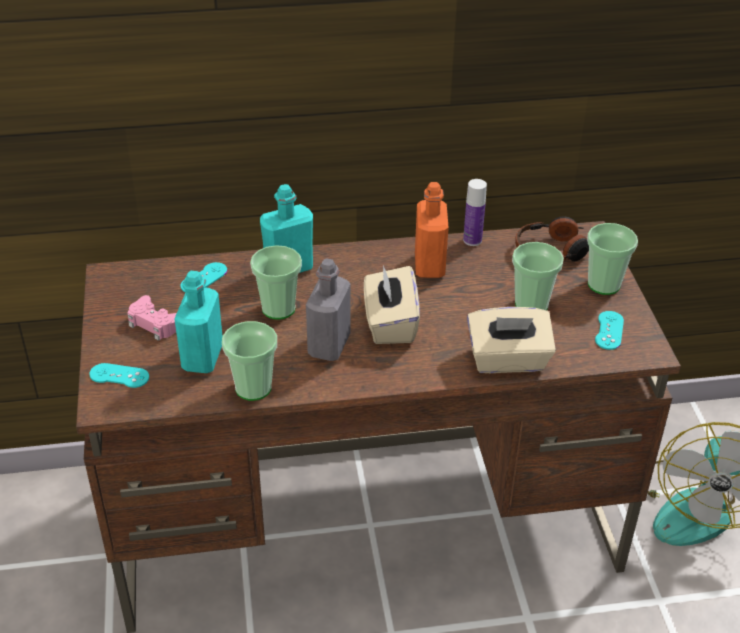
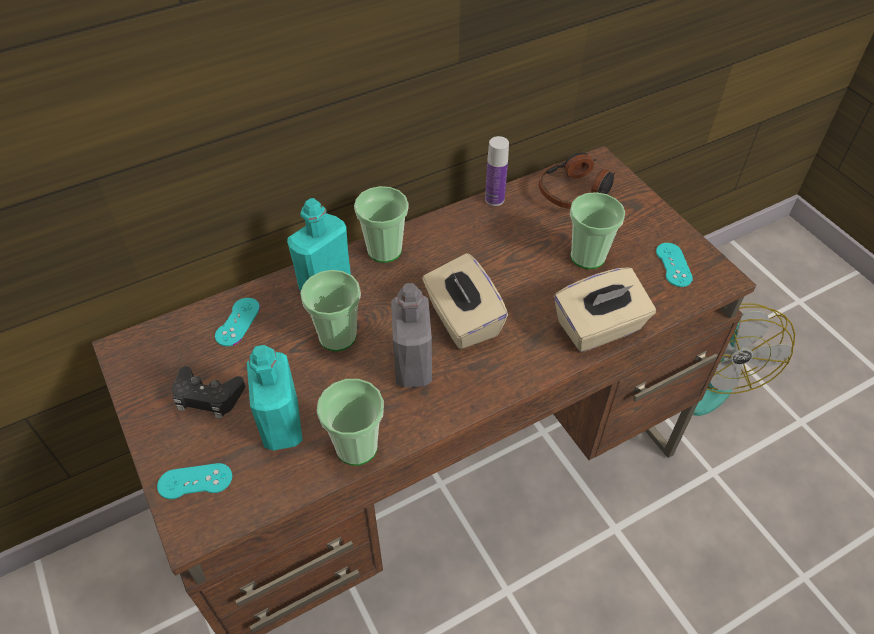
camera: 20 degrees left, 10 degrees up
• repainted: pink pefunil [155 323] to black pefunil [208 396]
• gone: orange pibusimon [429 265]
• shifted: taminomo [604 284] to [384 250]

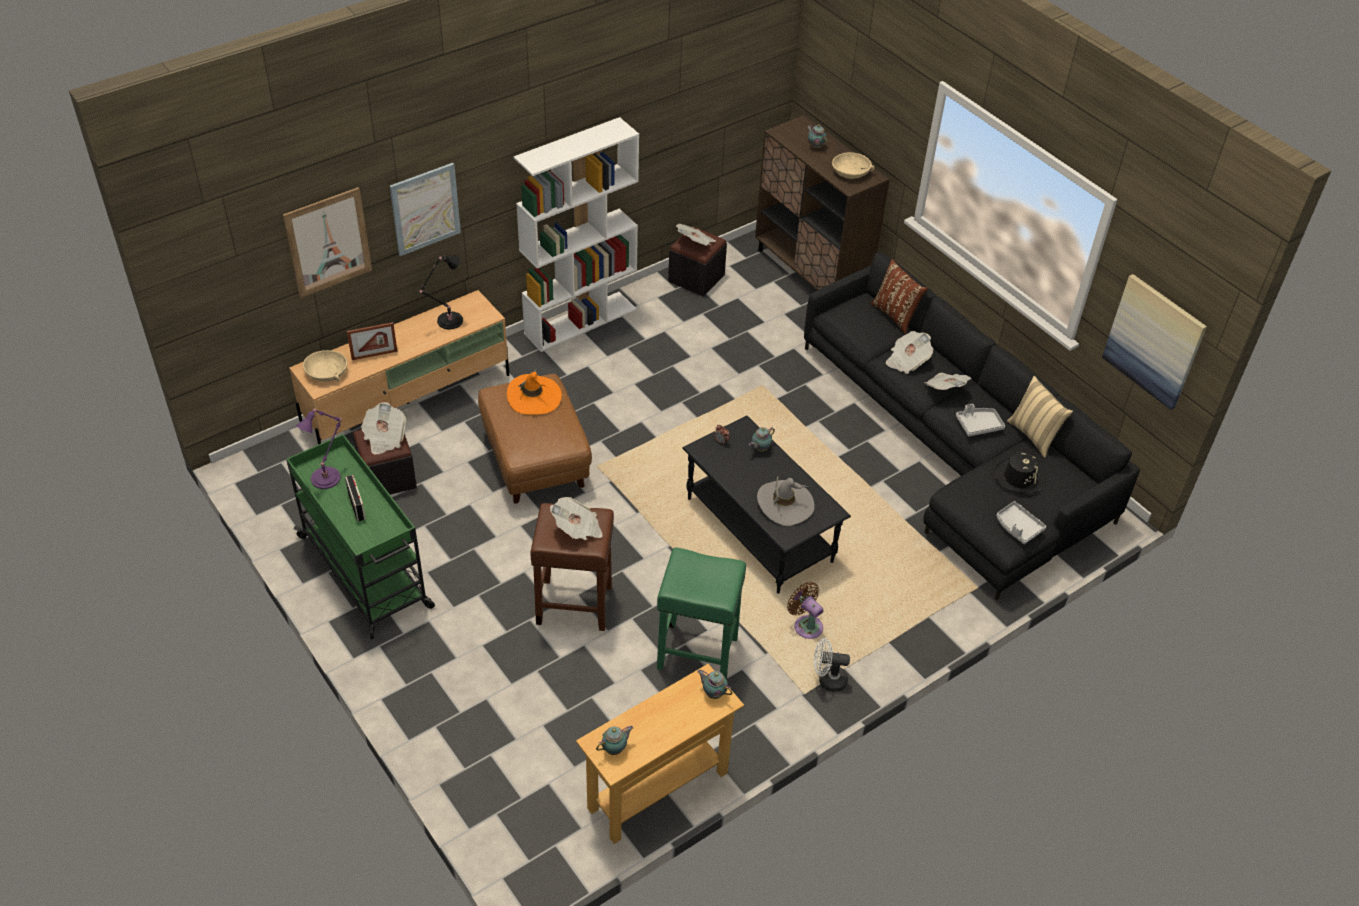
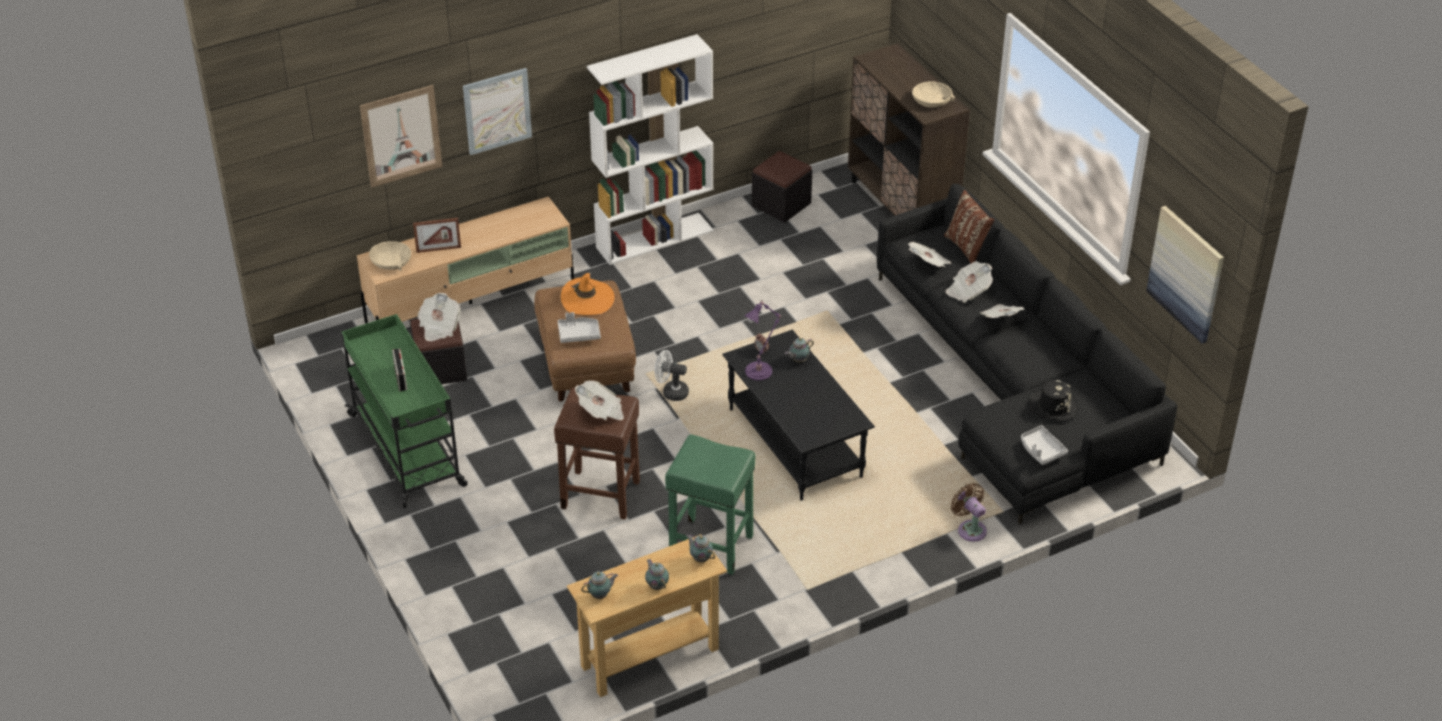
camera: 10 degrees right, 5 degrees down
• shifted: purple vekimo [327 476] to [760 370]
• gone: black vekimo [448 321]
• shifted: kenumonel [695 243] to [929 264]
• gone: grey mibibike [785 504]
• shifted: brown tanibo [806 625] to [970 528]
• shifted: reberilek [815 146] to [657 585]
• shifted: white tanibo [827 680] to [671 392]
• shifted: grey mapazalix [978 425] to [578 334]
• gone: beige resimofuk [1034 435]

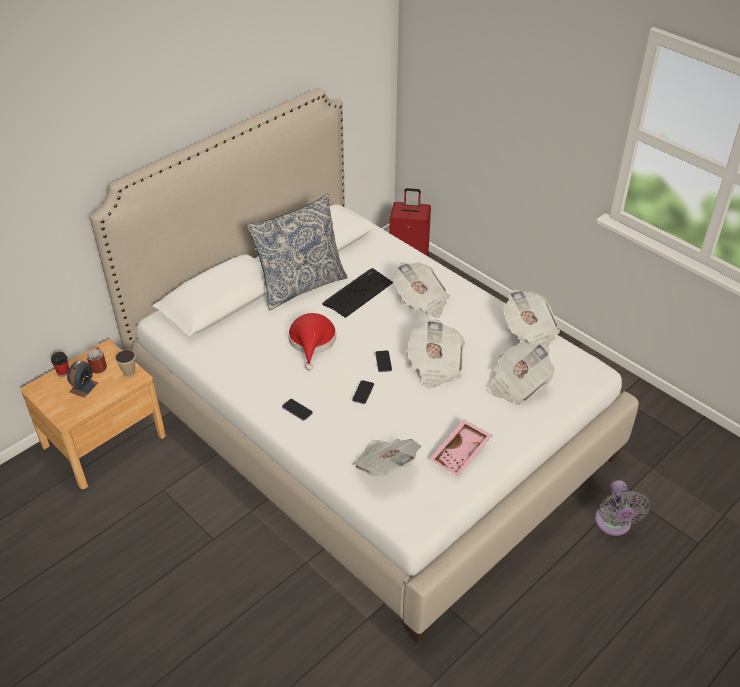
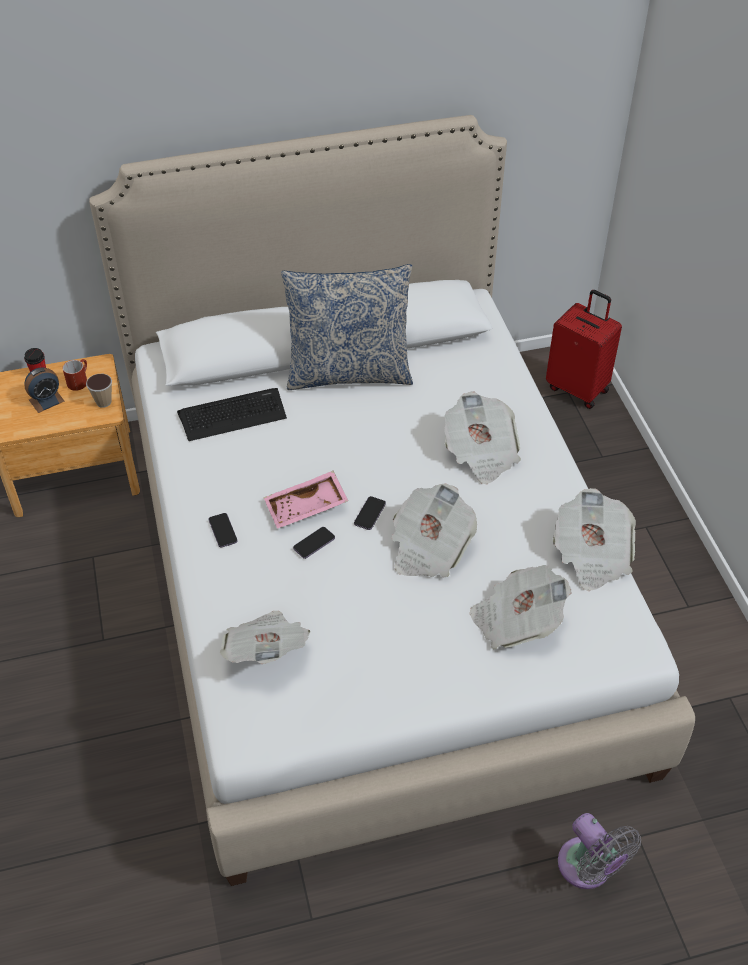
camera: 30 degrees right, 5 degrees up
• gone: red mibibike [312 342]
• shifted: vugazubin [358 293] to [232 415]
• shifted: pink mapazalix [461 453] to [306 508]
• rotated: grey tanibo [613 524] = [588 868] 60 degrees counterclockwise

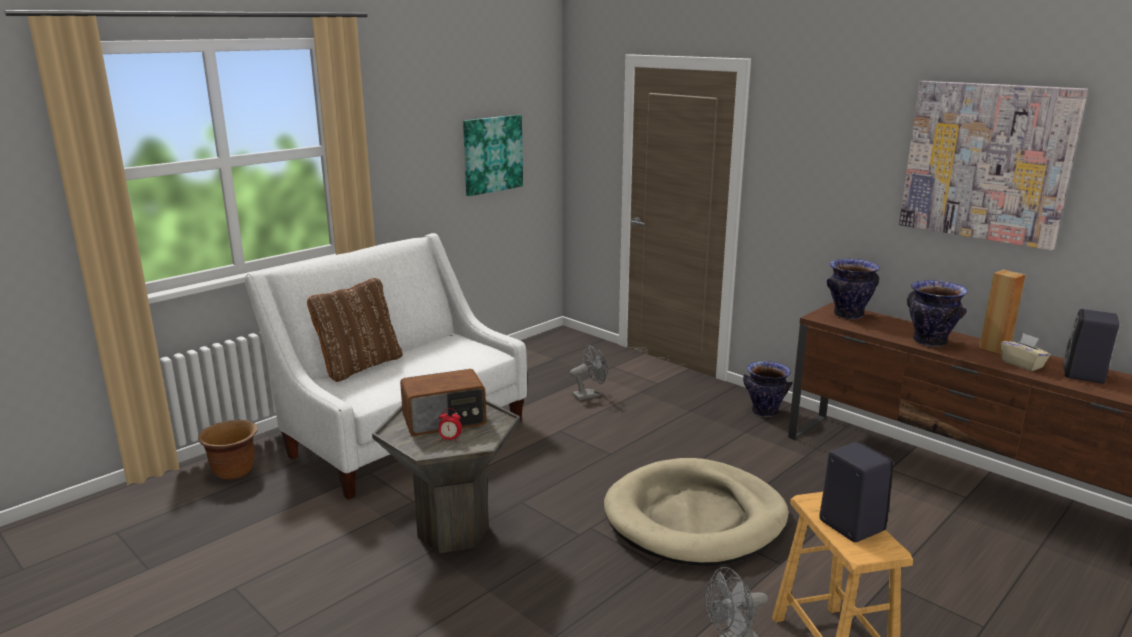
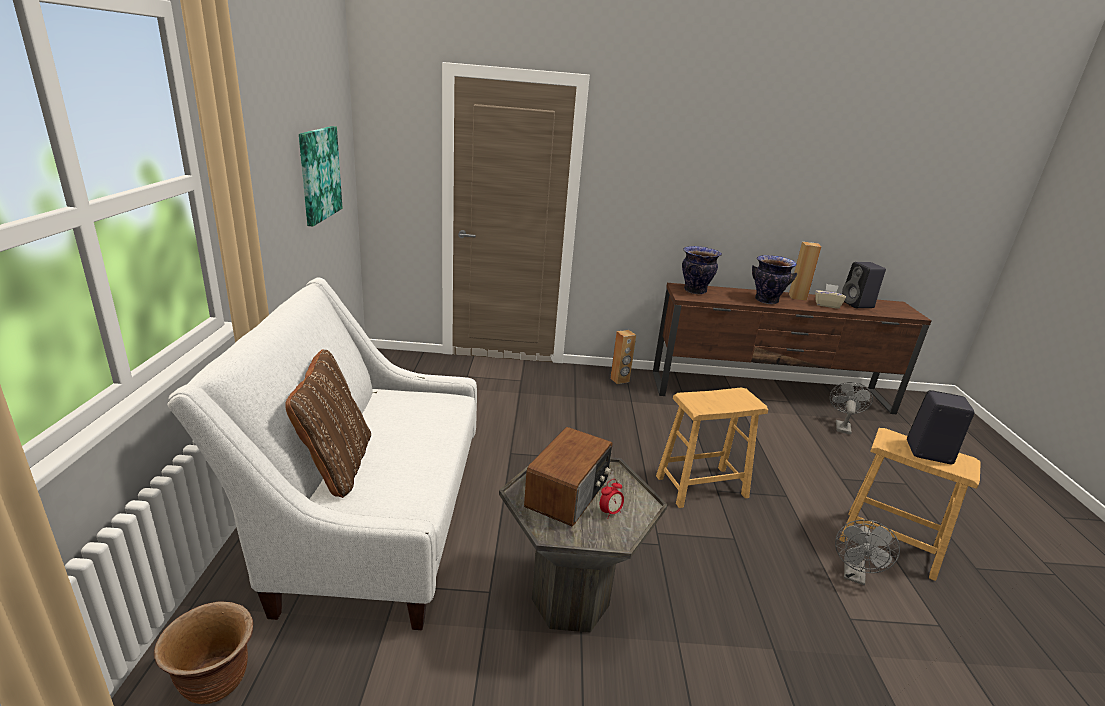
camera: 45 degrees left, 5 degrees up
• shifted: grey tanibo [589 395] to [842 426]
• swapped: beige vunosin [695 518] to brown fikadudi [701 486]
• swapped: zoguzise [765 412] to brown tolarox [619 380]
• gone: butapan [986 162]

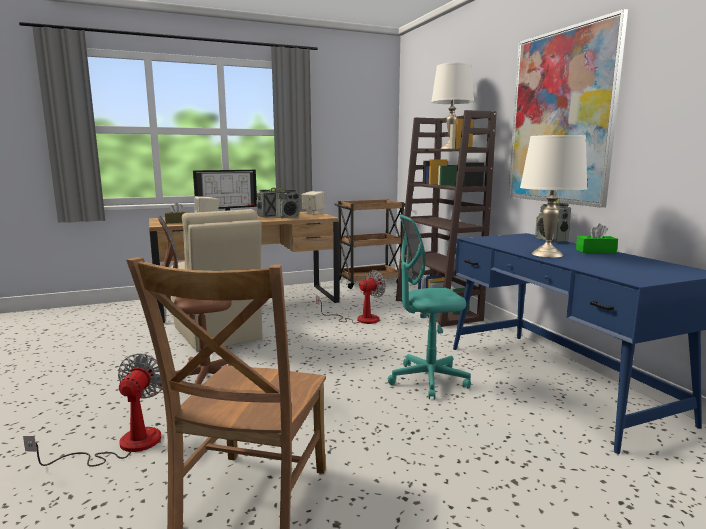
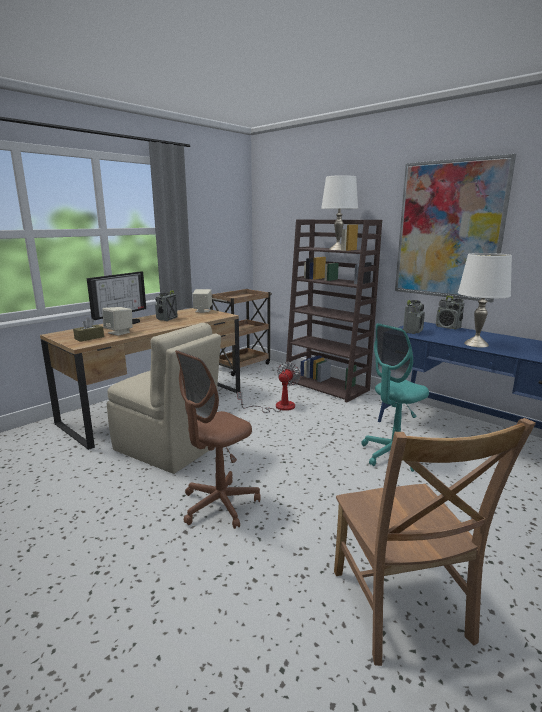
camera: 25 degrees left, 5 degrees up
• gone: tanibo [124 445]
• shifted: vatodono [288 217] to [413 331]
• gone: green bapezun [595 251]

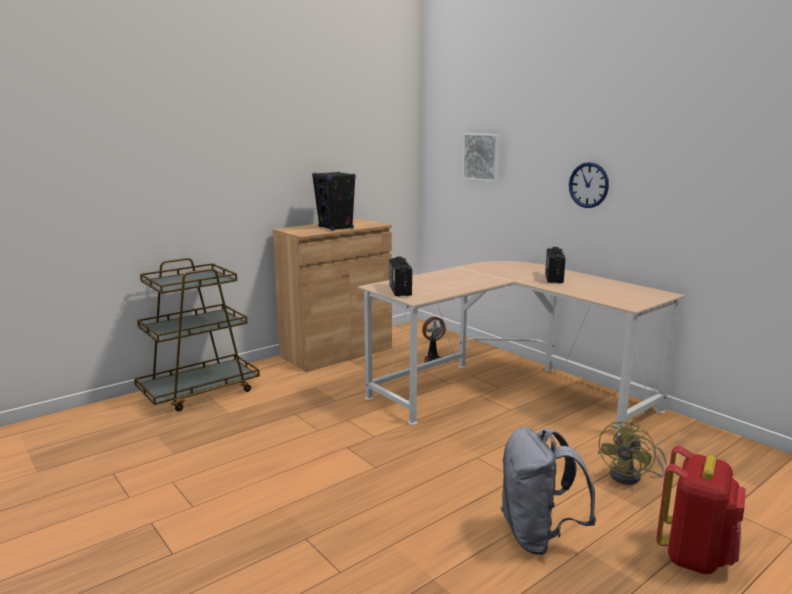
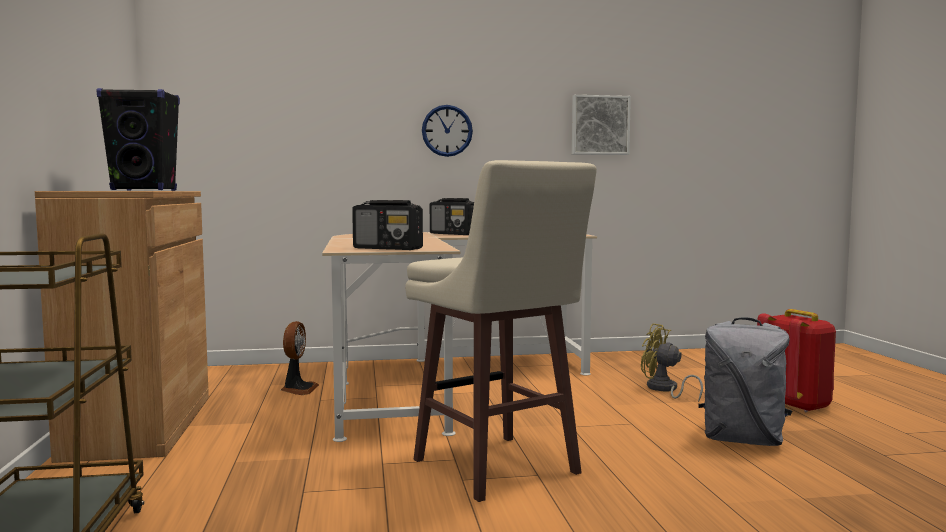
camera: 60 degrees left, 10 degrees down
• shifted: butapan [482 157] to [599 125]
• rotated: yellow tanibo [631 476] = [664 389] 150 degrees clockwise
• new: beige fikadudi [497 469]

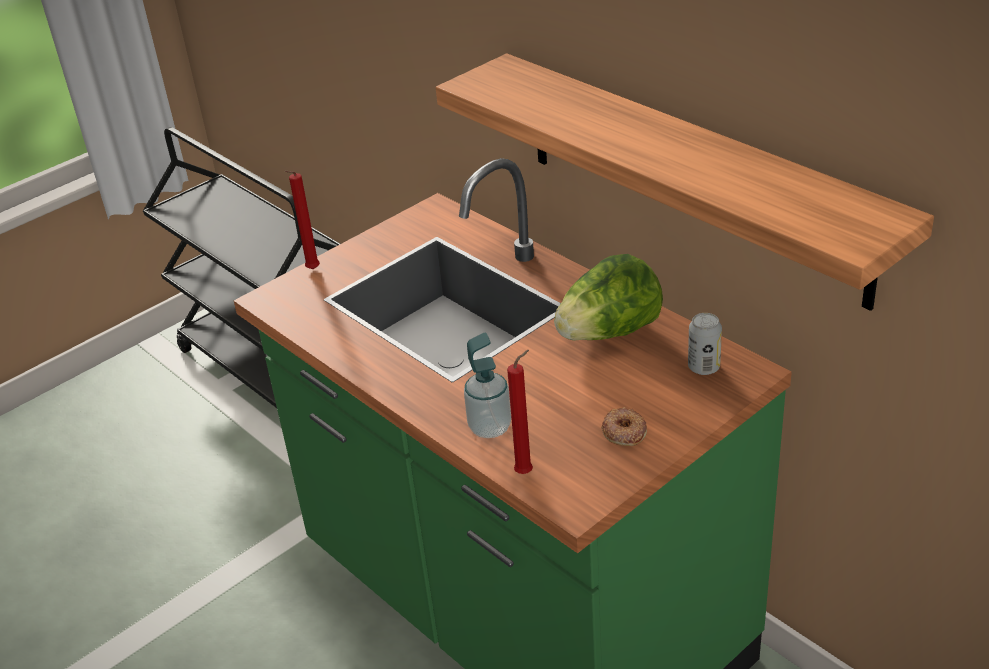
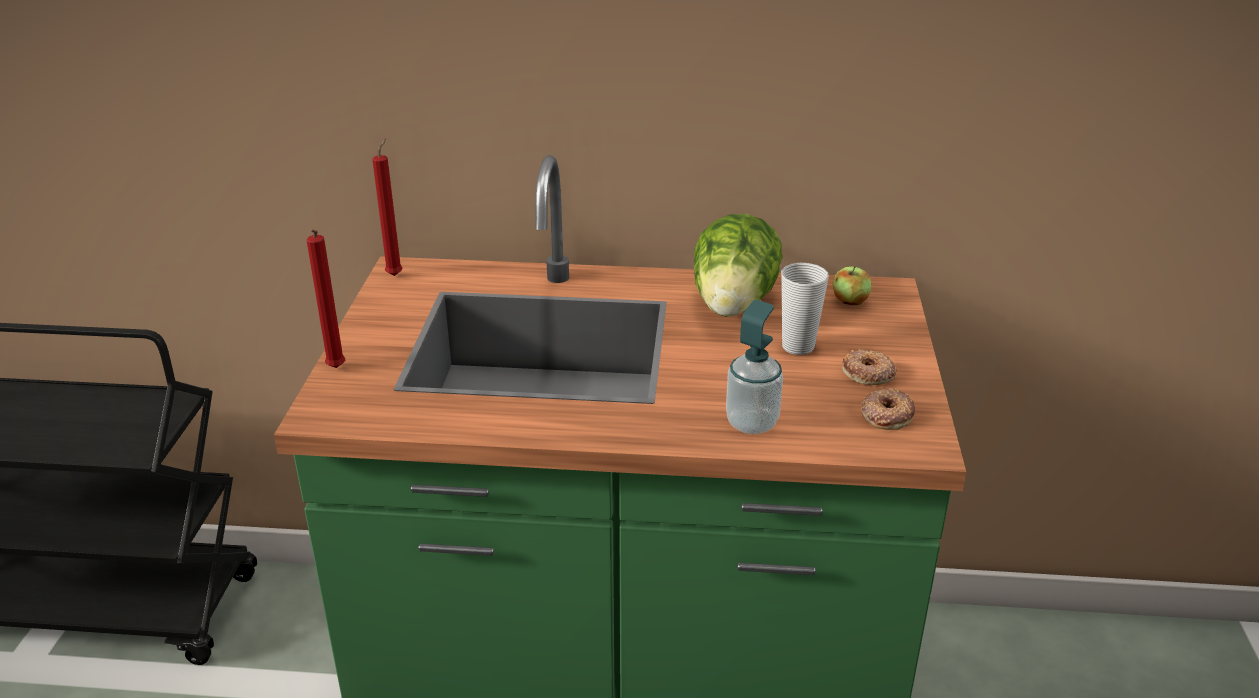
camera: 45 degrees left, 5 degrees down
• gone: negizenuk [691 176]
• shifted: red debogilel [526 472] to [396 274]
• swapped: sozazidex [703 367] to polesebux [850 301]
• new: taminomo [798 346]
• new: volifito [886 414]

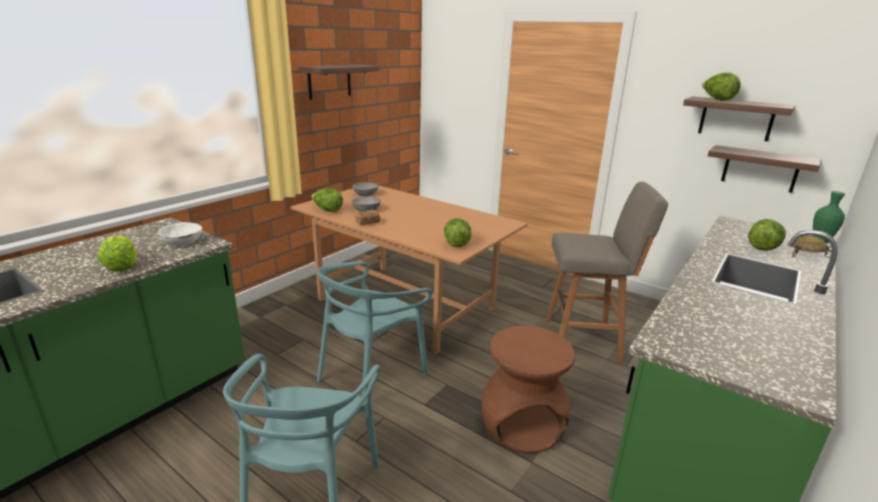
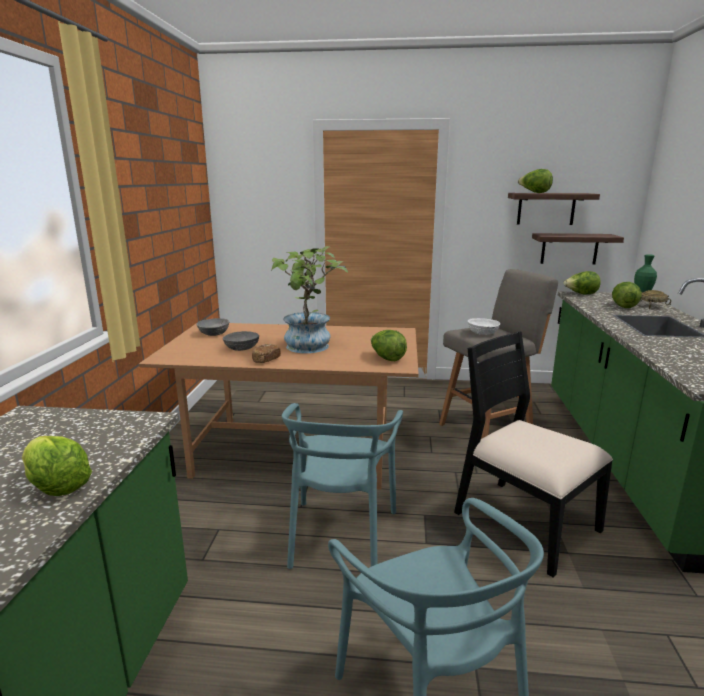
camera: 30 degrees left, 5 degrees down
• shifted: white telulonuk [182 242] to [482 333]
• gone: negizenuk [329 81]
• shifted: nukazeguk [327 210] to [581 294]
• swapped: brown fikadudi [522 423] to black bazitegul [524 522]
• new: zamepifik [309 348]

